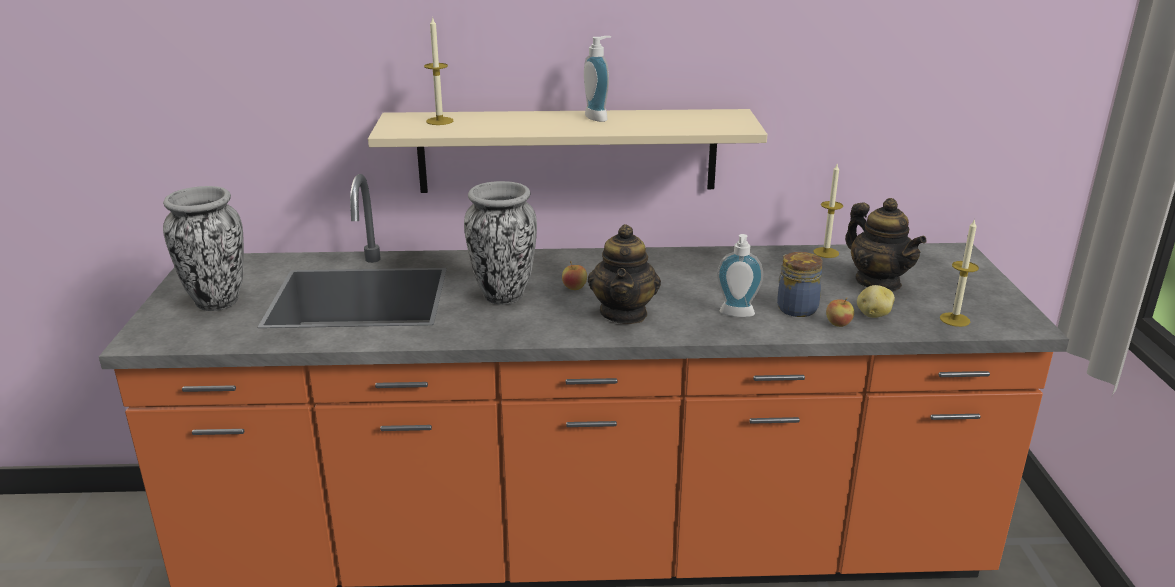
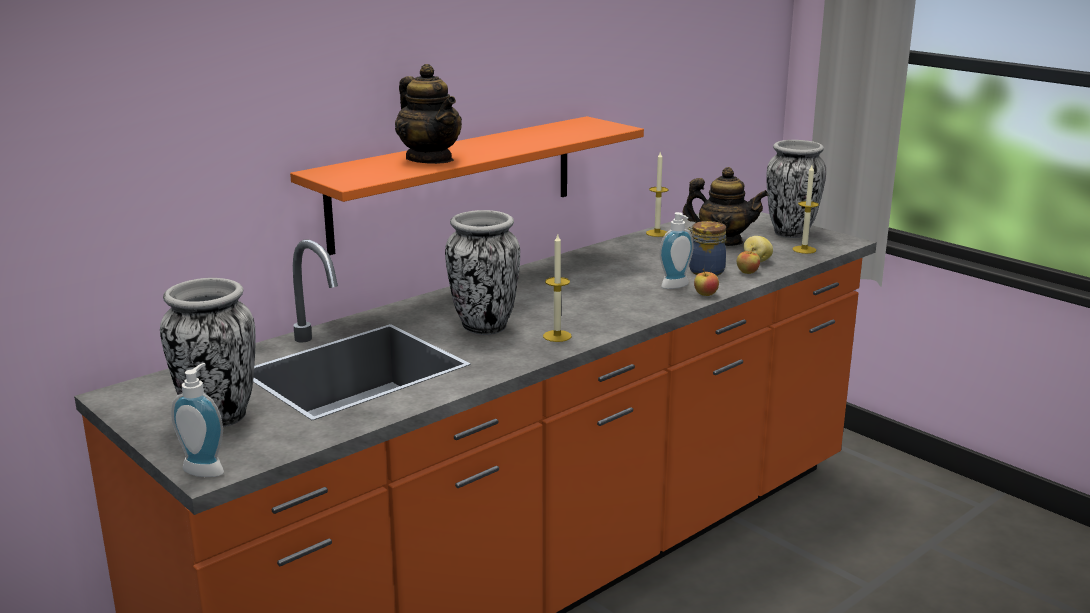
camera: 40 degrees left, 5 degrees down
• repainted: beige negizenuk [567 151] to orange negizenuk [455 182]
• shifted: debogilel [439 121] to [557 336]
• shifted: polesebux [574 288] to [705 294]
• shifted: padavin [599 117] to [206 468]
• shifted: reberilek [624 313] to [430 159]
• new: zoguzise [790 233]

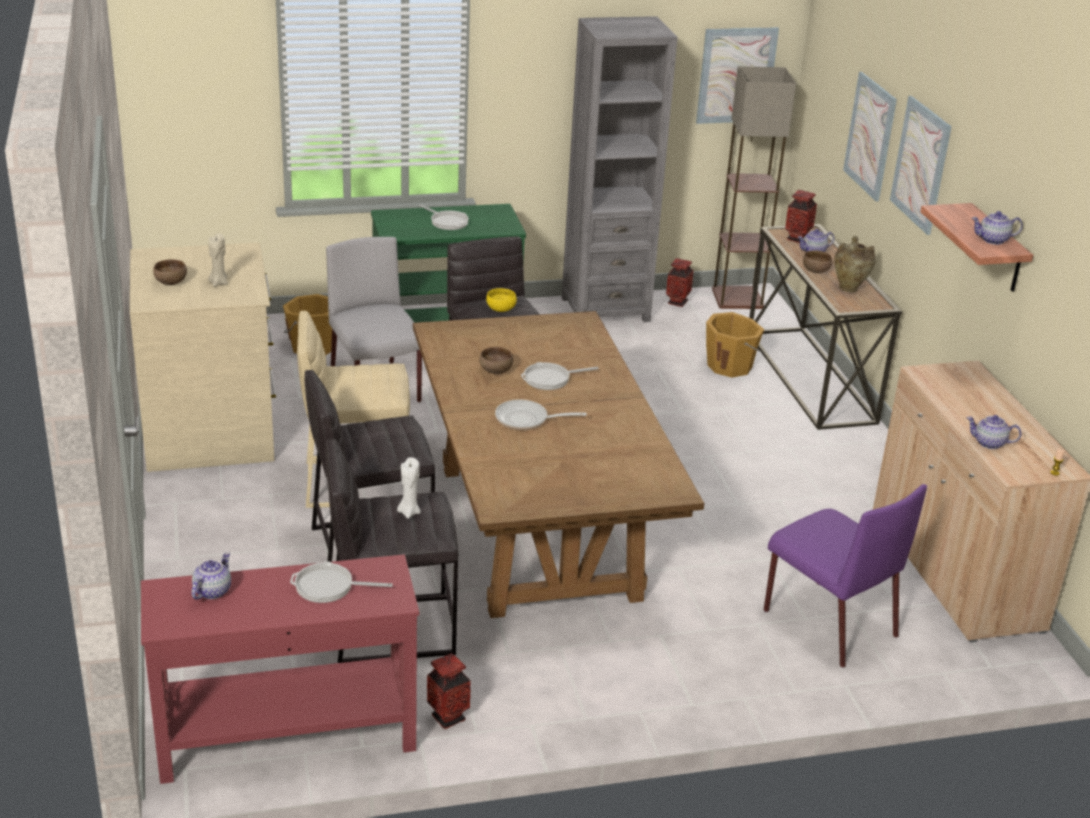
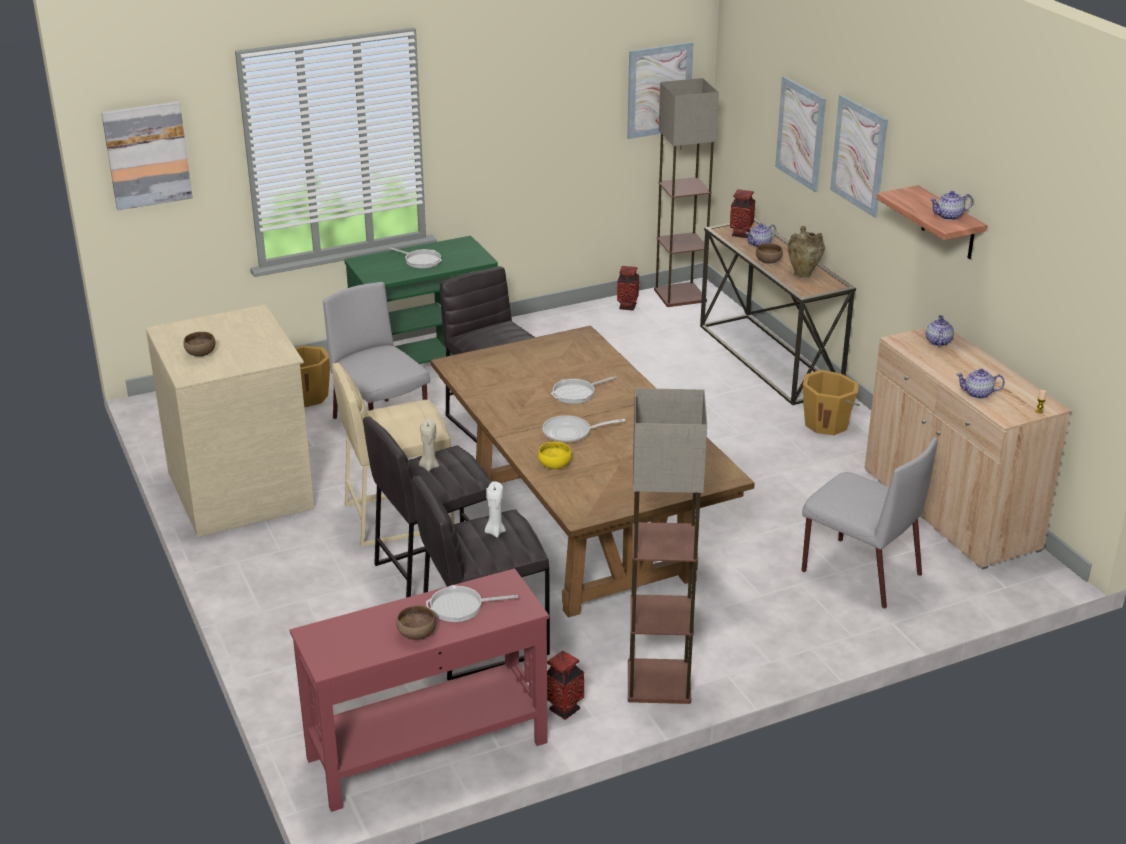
camera: 10 degrees left, 0 degrees up
• shifted: reberilek [212 591] to [938 342]
• shifted: beige debogilel [218 283] to [429 466]
• shifted: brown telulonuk [495 370] to [416 634]
• shifted: yellow telulonuk [500 309] to [554 465]
• gone: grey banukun [605 309]
• shifted: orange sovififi [730 366] to [827 423]
• repainted: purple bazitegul [828 622] to grey bazitegul [859 572]
• new: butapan [147 155]
• new: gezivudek [657 683]

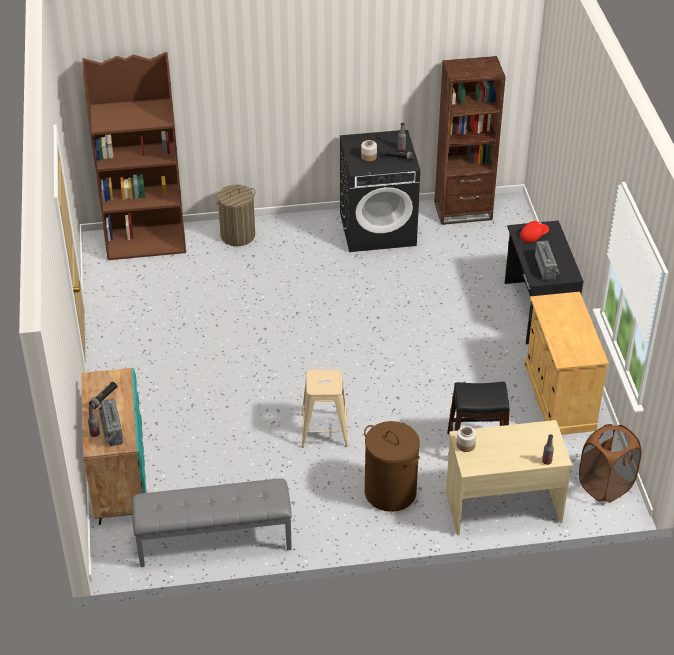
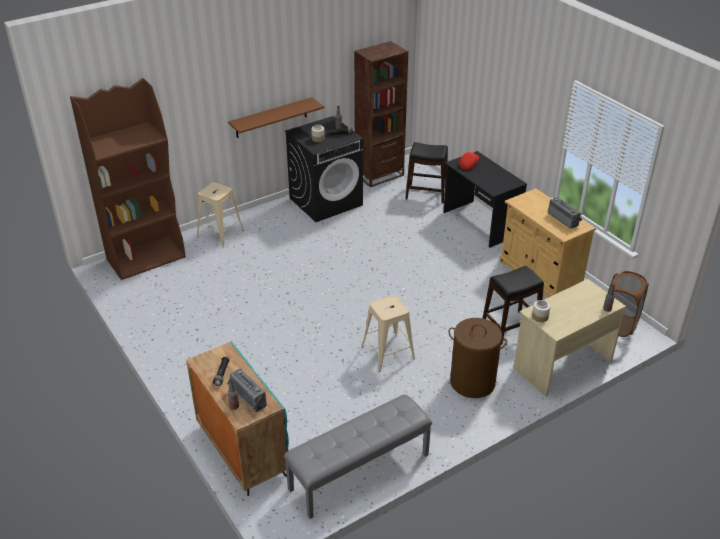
camera: 25 degrees left, 5 degrees down
• swapped: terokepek [238 235] to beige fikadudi [220 233]
• shifted: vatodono [547 267] to [564 219]
• new: brown negizenuk [271 118]
• new: black fikadudi [426 193]

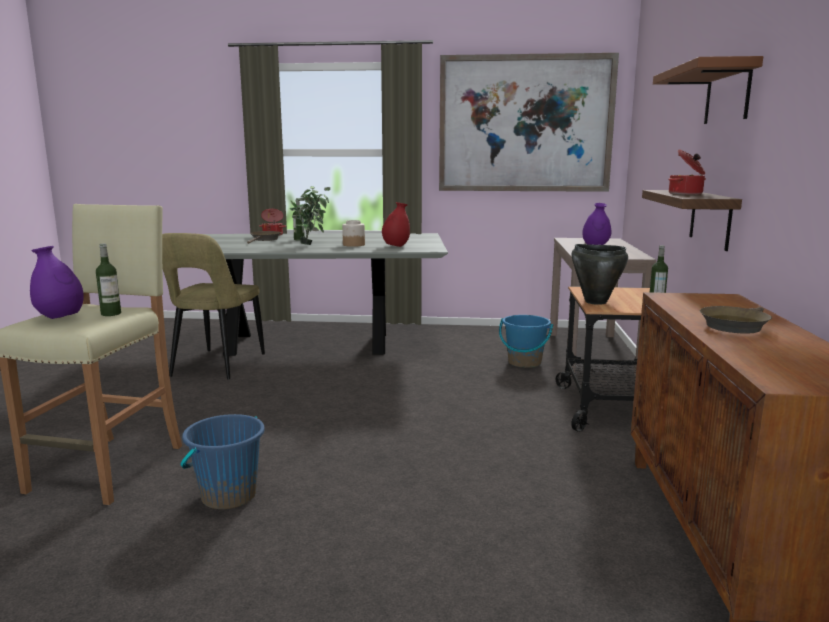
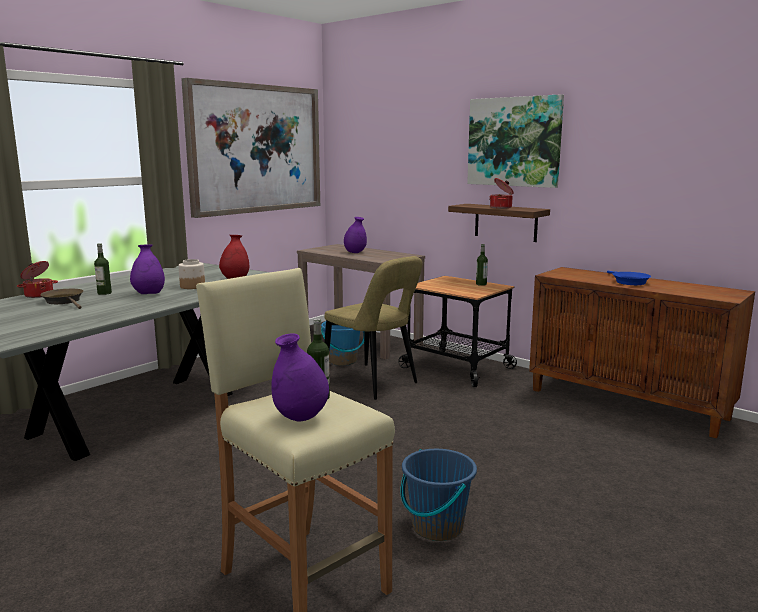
camera: 55 degrees left, 0 degrees up
• shifted: beige bazitegul [216 366] to [373 382]
• swapped: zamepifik [311 244] to purple zoguzise [149 294]
• gone: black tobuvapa [595 302]
• swapped: brown negizenuk [727 94] to butapan [514 142]
• repainted: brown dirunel [735 325] to blue dirunel [628 282]

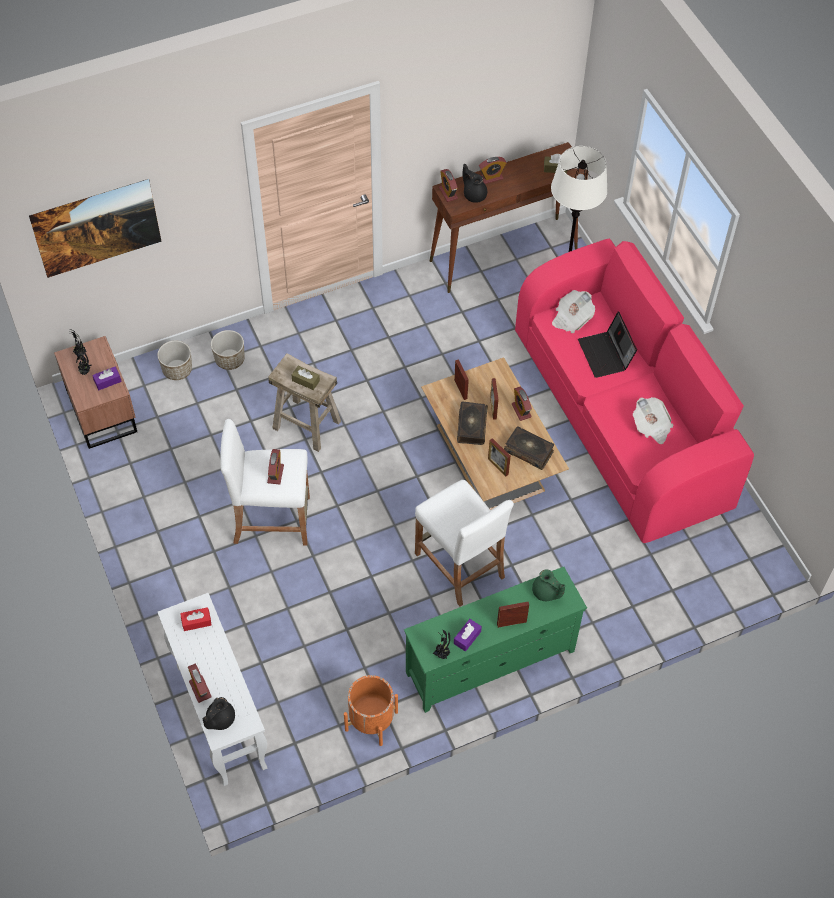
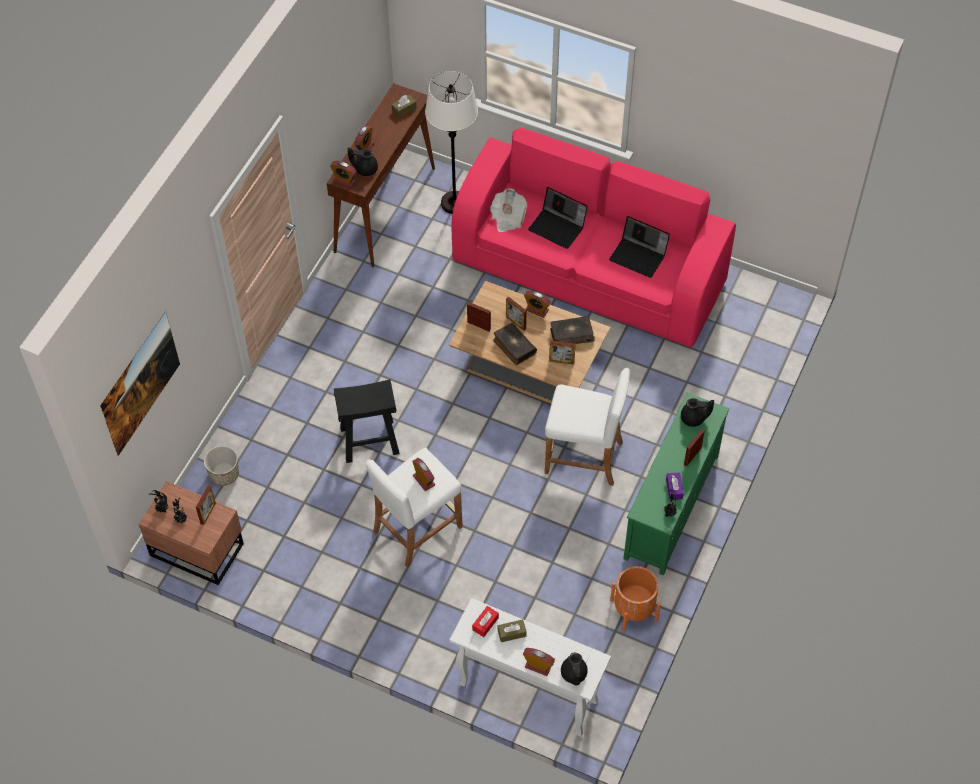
camera: 40 degrees left, 0 degrees up
• swapped: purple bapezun [107 381] to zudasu [208 513]
• gone: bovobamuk [230 359]
• repainted: beige fikadudi [307 424] to black fikadudi [370 440]
• shifted: brown bapezun [305 381] to [511 633]
• repainted: green reberilek [546 592] to black reberilek [694 418]
• swapped: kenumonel [651 427] to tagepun [639 256]

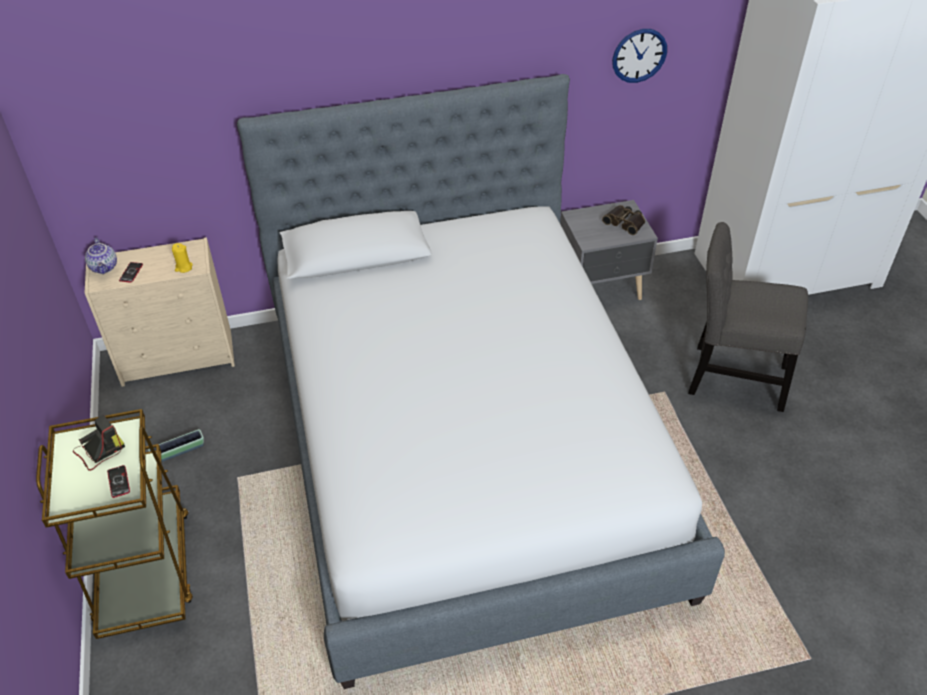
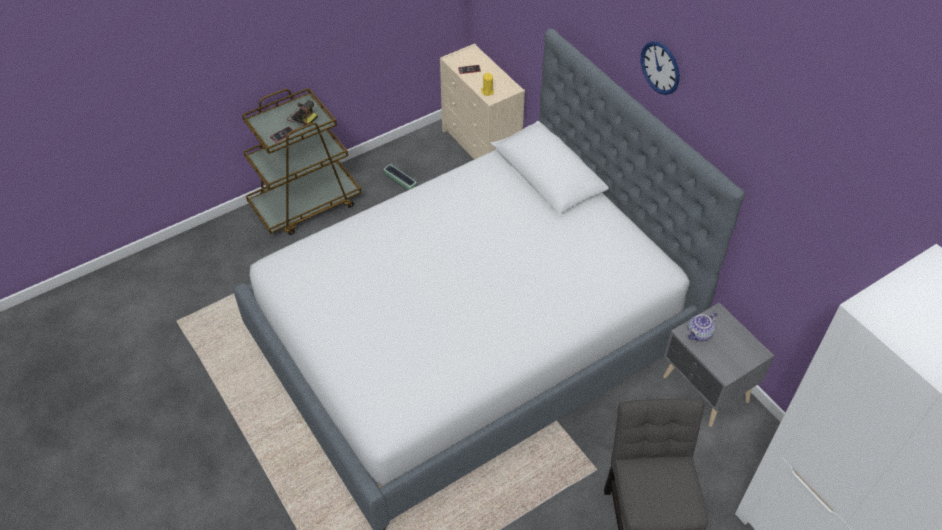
camera: 70 degrees right, 5 degrees up
• shifted: reberilek [105 267] to [699 334]
• gone: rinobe [625 222]
• shifted: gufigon [639 55] to [660 67]

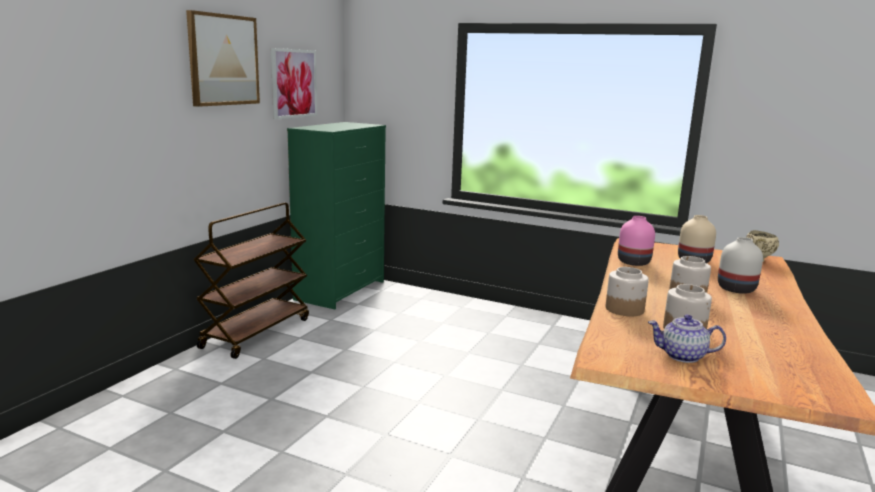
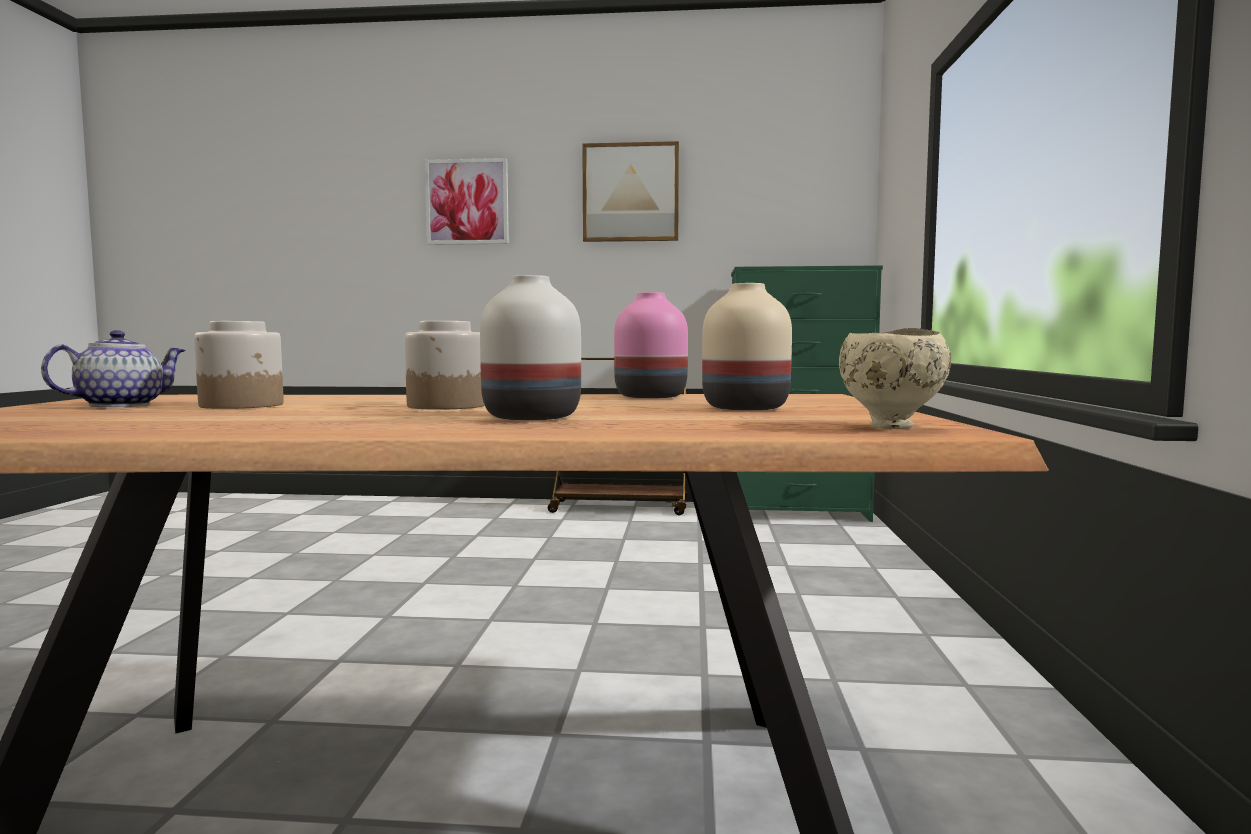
camera: 70 degrees right, 10 degrees down
• shifted: butapan [293 83] to [467 202]
• gone: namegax [624 309]
• rotated: reberilek [682 356] = [121 405] 45 degrees clockwise

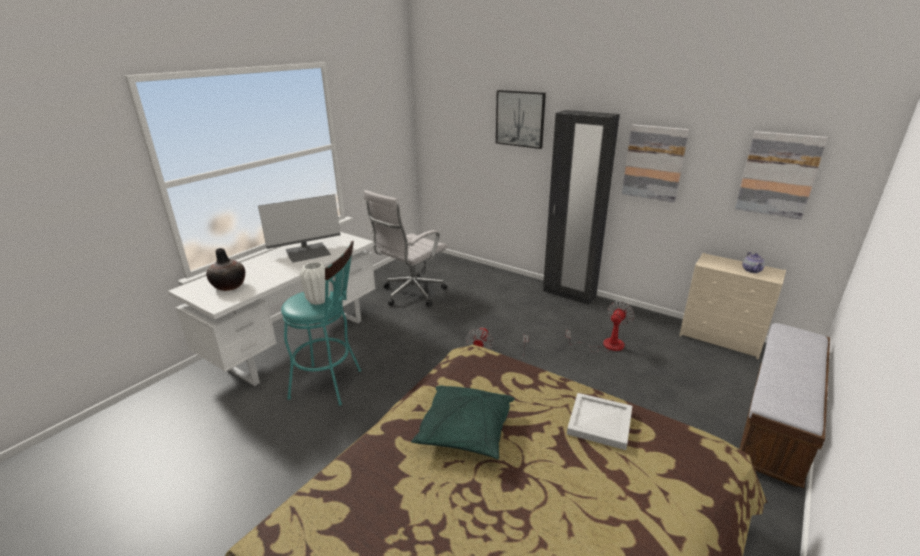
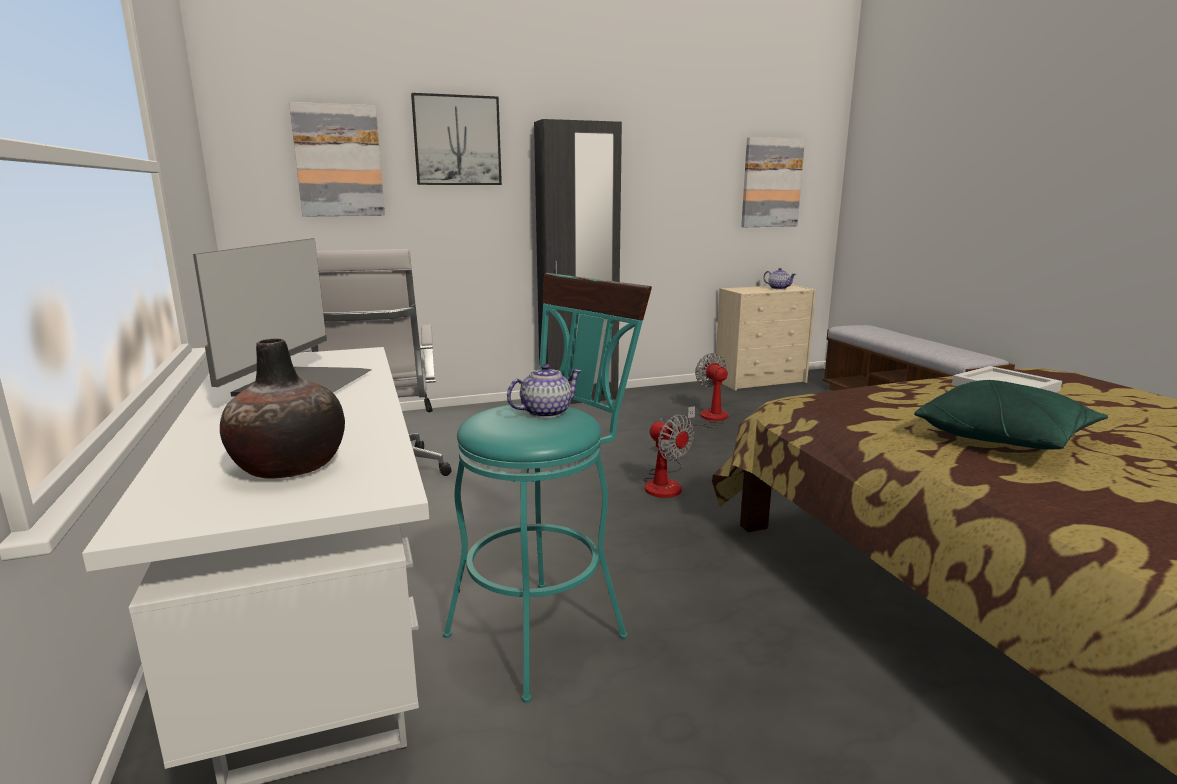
camera: 55 degrees left, 10 degrees down
• swapped: white zoguzise [318 300] to reberilek [545 412]
• shifted: butapan [654 163] to [339 161]

